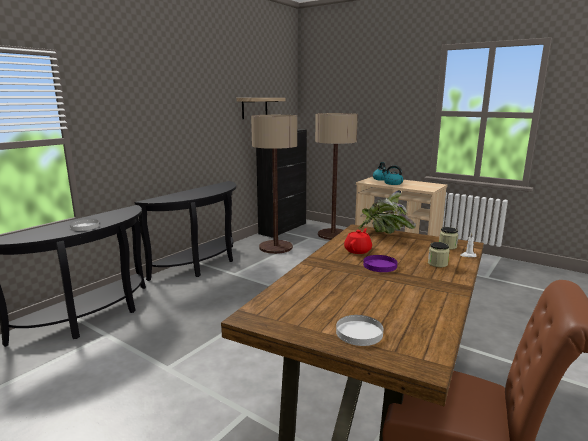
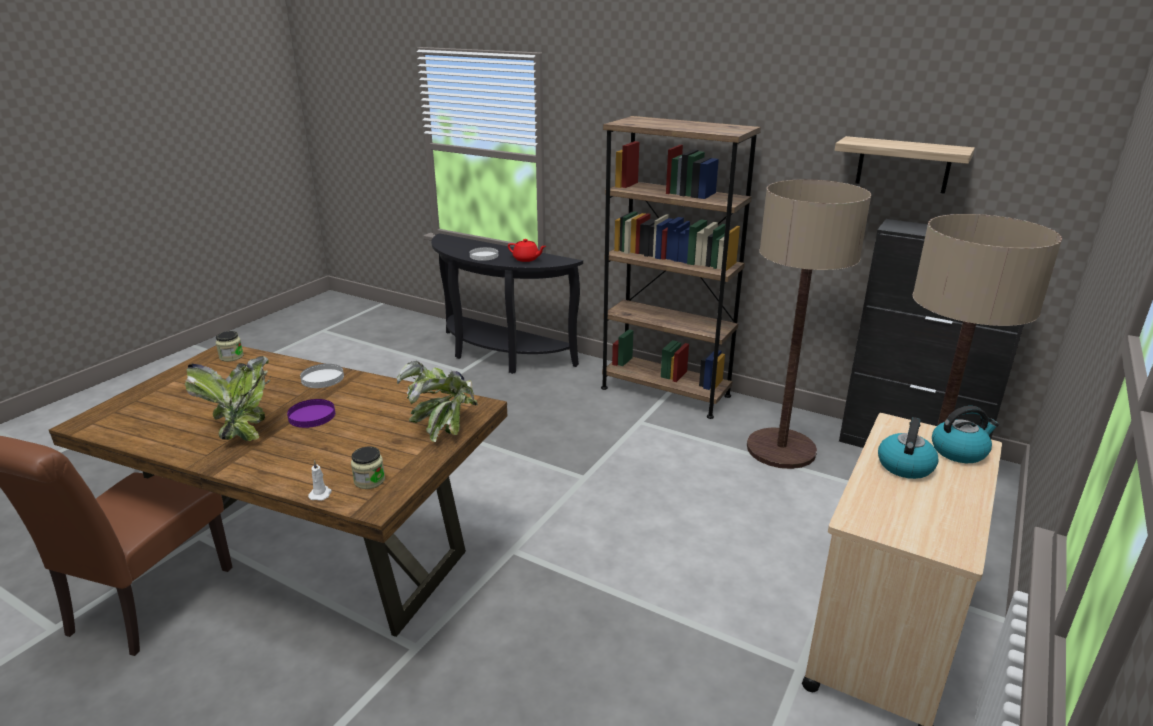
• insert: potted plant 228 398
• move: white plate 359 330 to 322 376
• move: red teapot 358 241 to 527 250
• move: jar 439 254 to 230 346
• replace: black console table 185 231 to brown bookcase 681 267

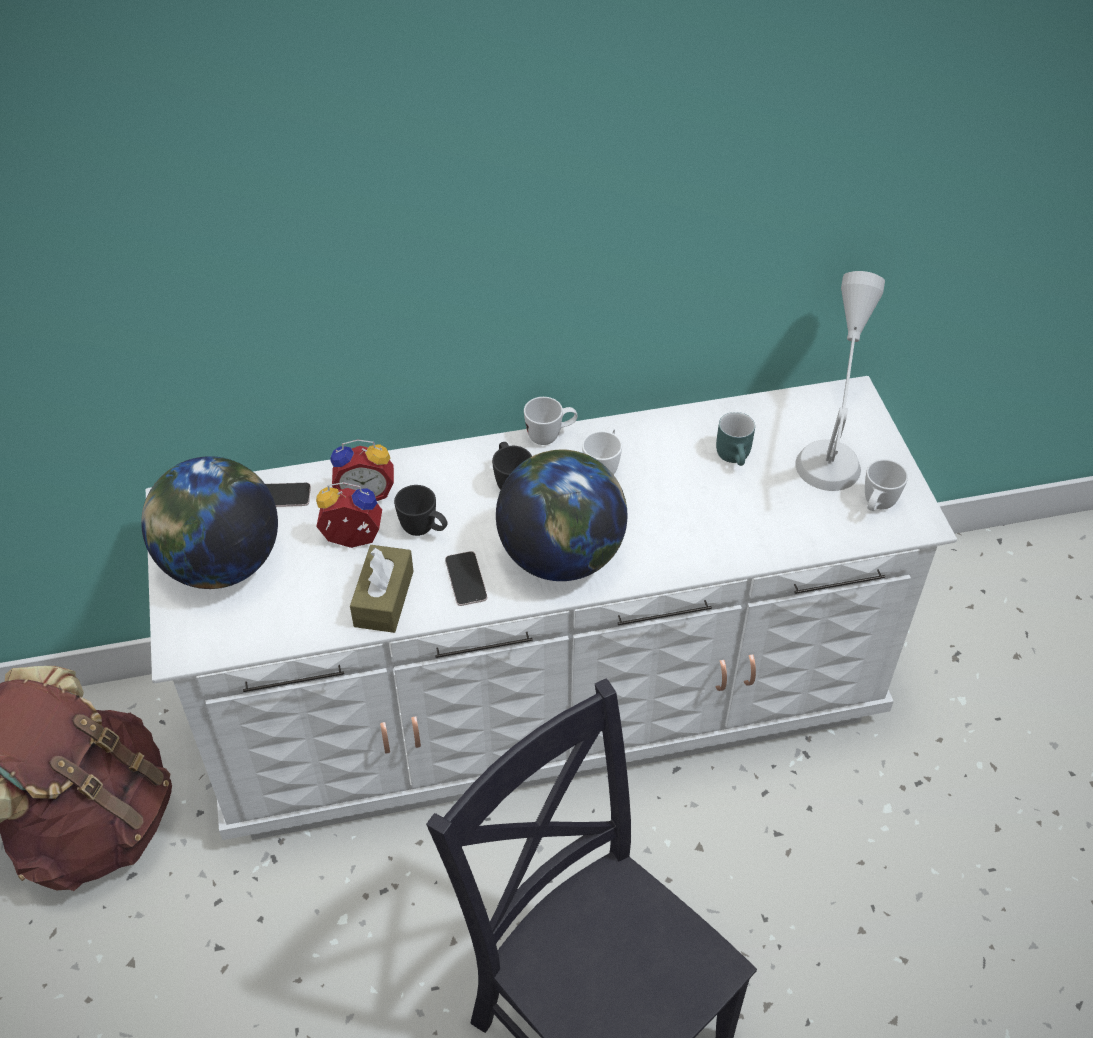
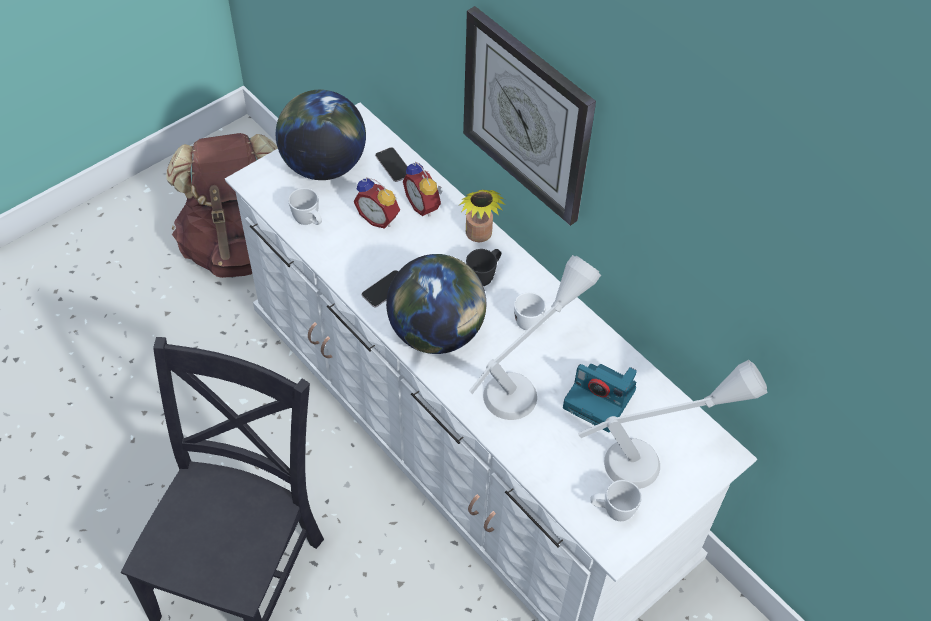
• delete: brown tissue box 382 589
• delete: black mug 420 510
• insert: potted plant 483 216
• insert: wall clock 529 116
• insert: grey table lamp 535 337
• move: white mug 551 421 to 305 206
• replace: turquoise mug 735 439 to photo camera 600 398
• rotate: alarm clock 349 515 = 377 203 150 degrees clockwise

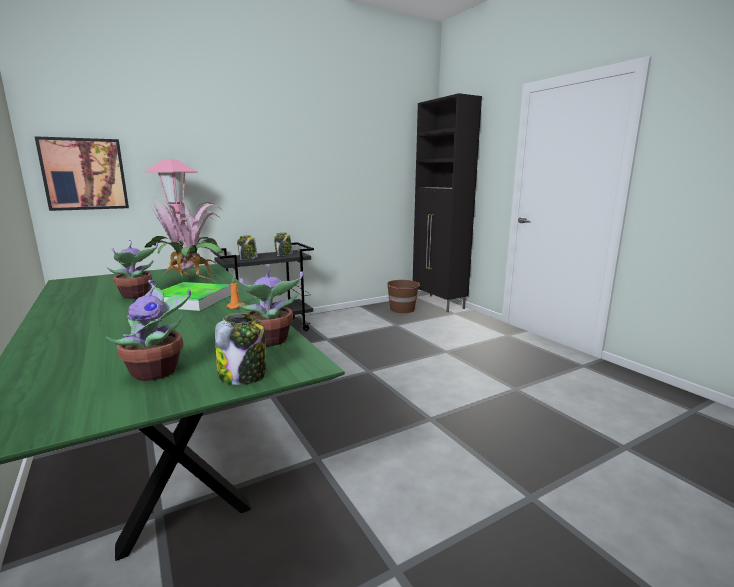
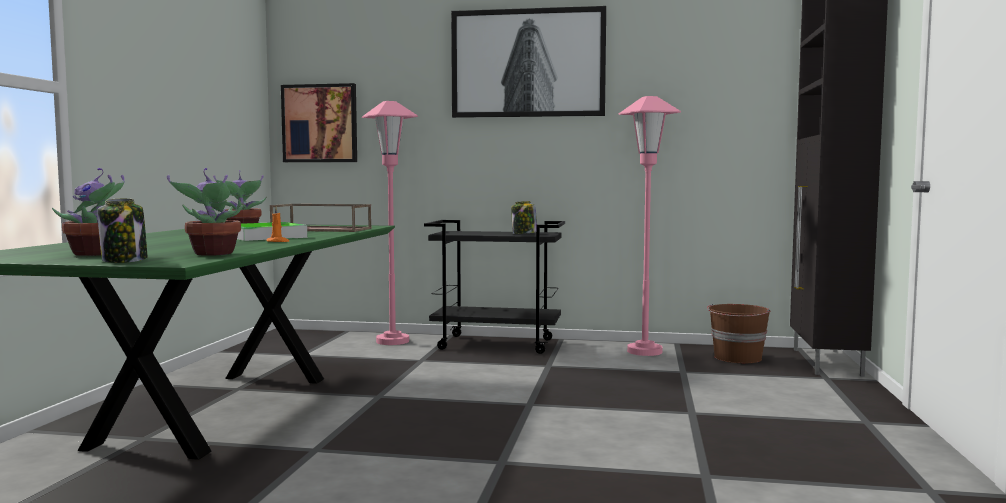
• delete: jar 247 247
• insert: picture 528 62
• insert: pink floor lamp 650 226
• replace: potted plant 183 238 to brown tray 321 218

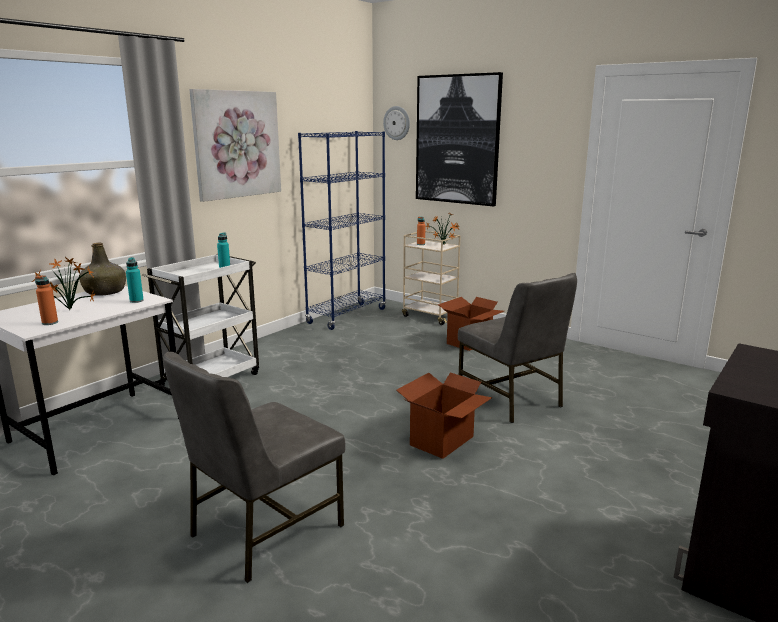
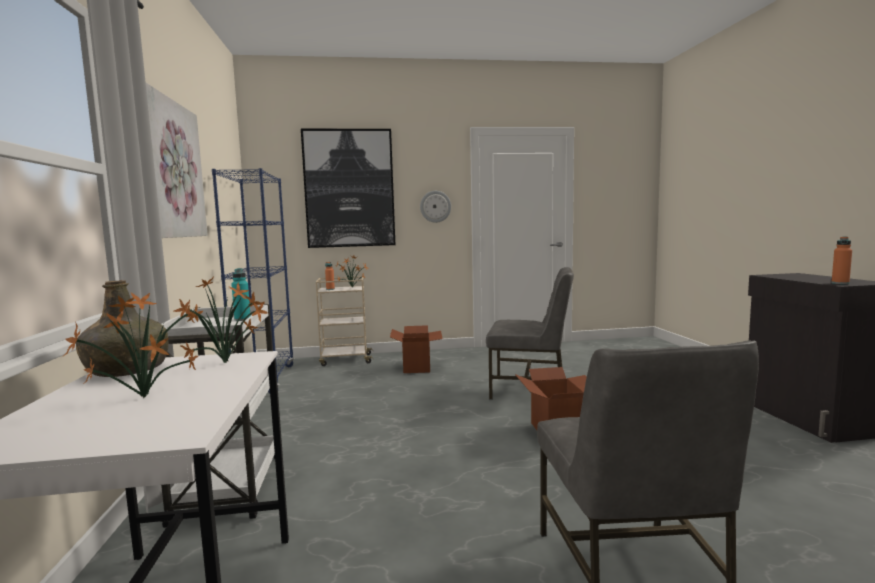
• move: orange bottle 46 300 to 841 260
• move: wall clock 396 123 to 435 207
• replace: turquoise bottle 135 280 to potted plant 221 319

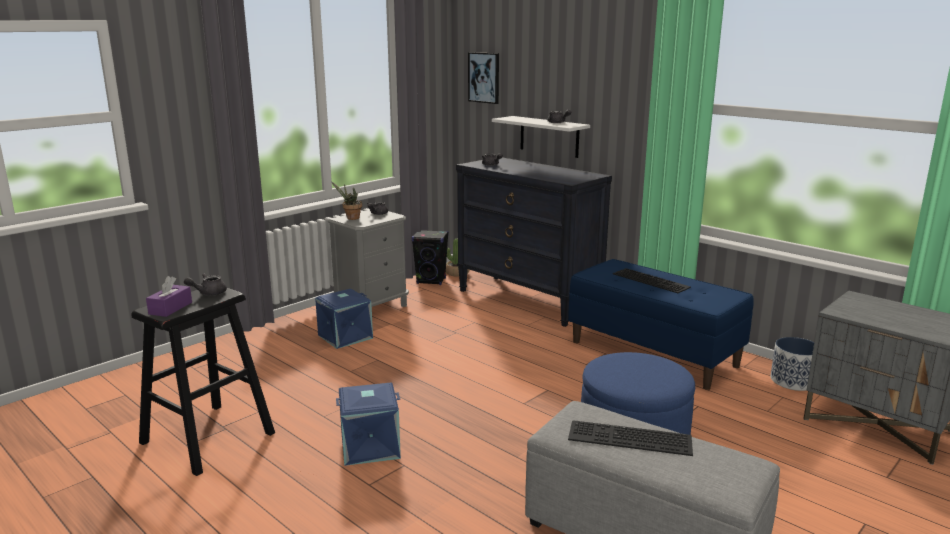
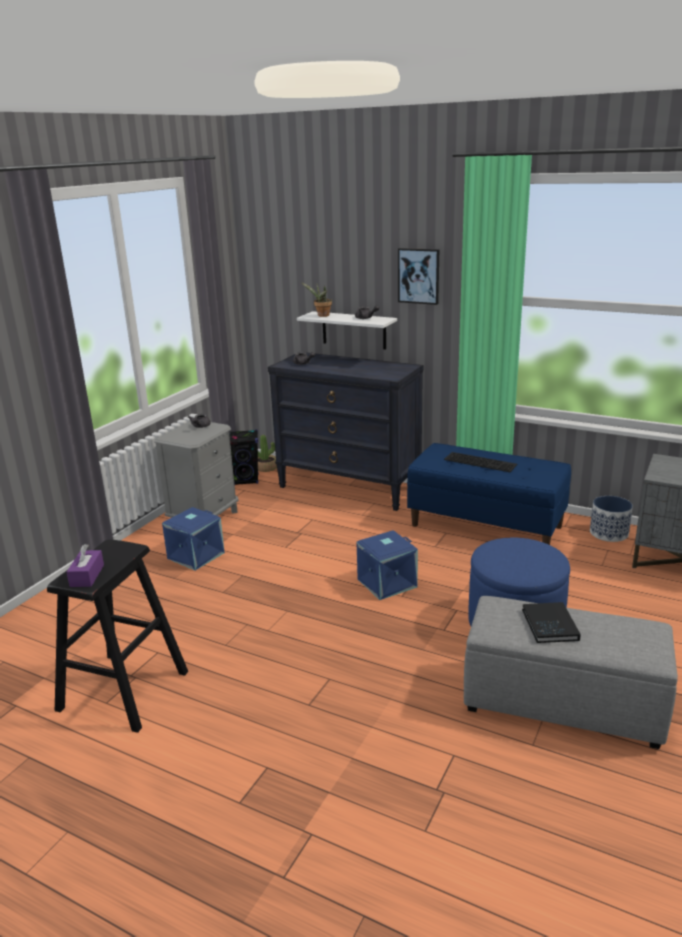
• delete: grey teapot 205 285
• move: potted plant 347 201 to 316 299
• move: blue storage box 368 424 to 387 565
• move: picture 483 78 to 418 276
• replace: keyboard 630 438 to black book 551 622

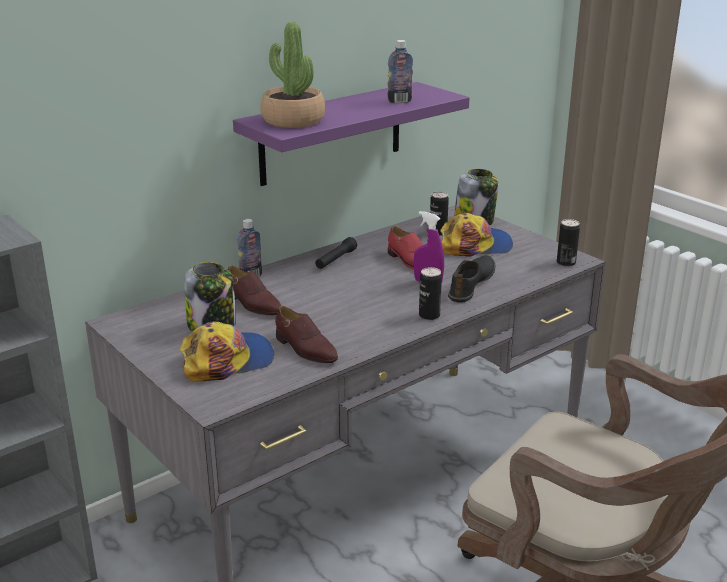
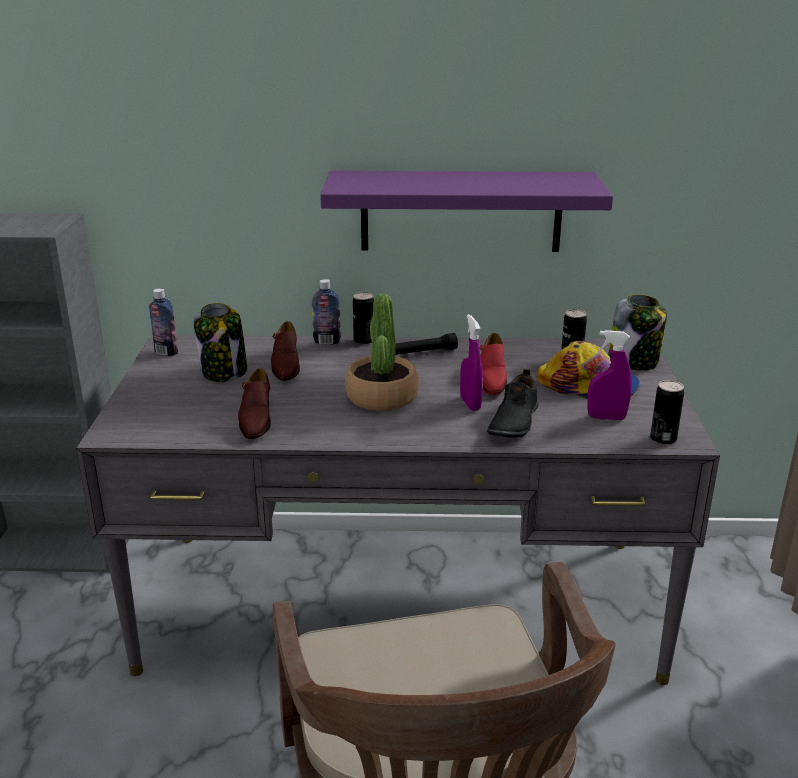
• delete: cap 226 351
• insert: purple spray bottle 609 375
• move: potted plant 292 75 to 382 352
• move: bottle 400 71 to 163 322
• move: can 430 293 to 363 318
• rotate: black shoe 471 279 = 513 403 135 degrees clockwise

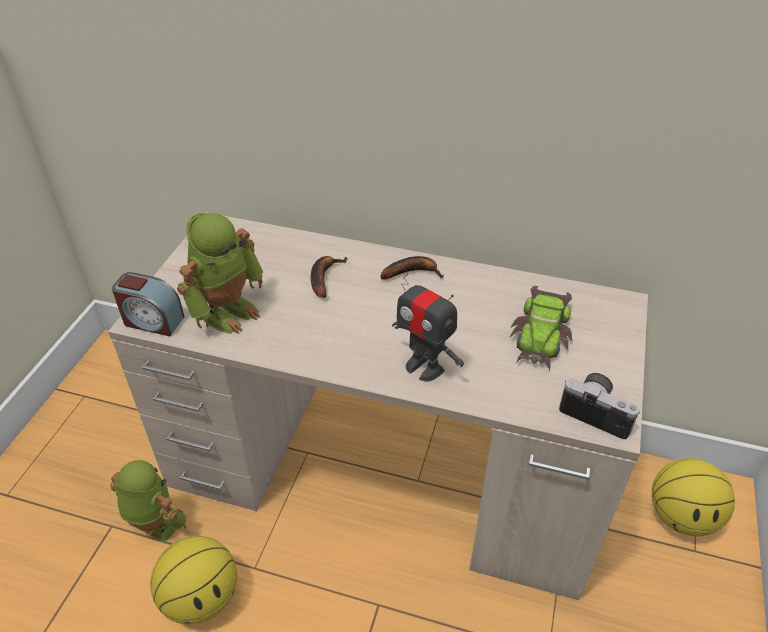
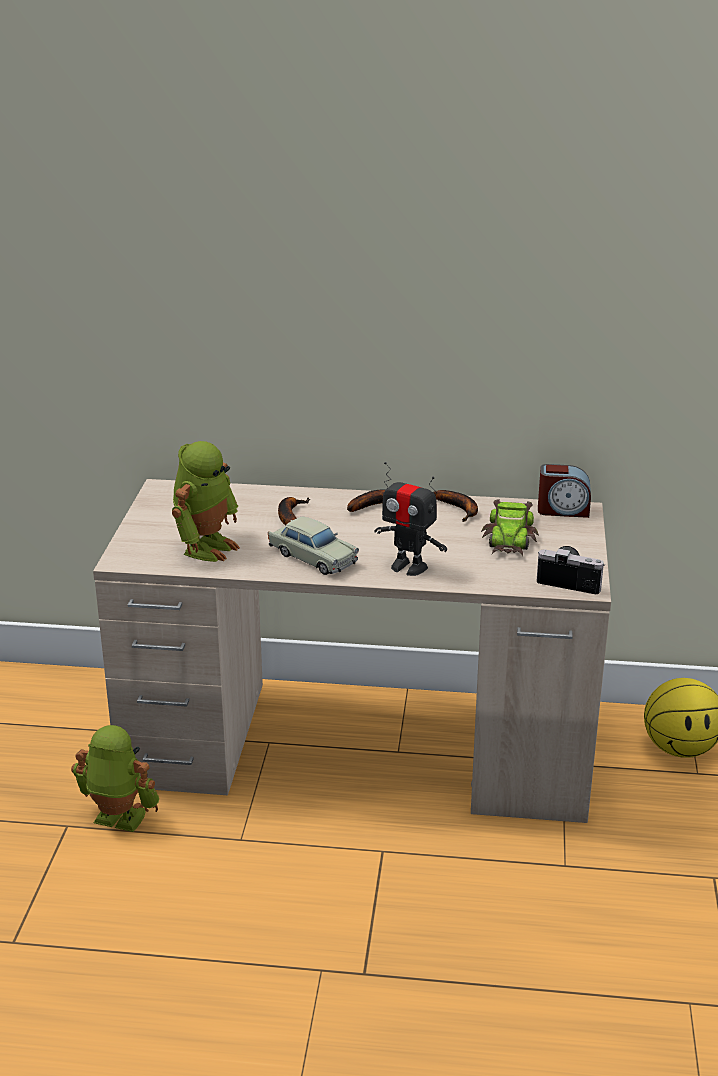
• delete: basketball 193 580
• insert: beige toy car 313 546
• insert: banana 456 506
• move: alarm clock 148 304 to 564 491

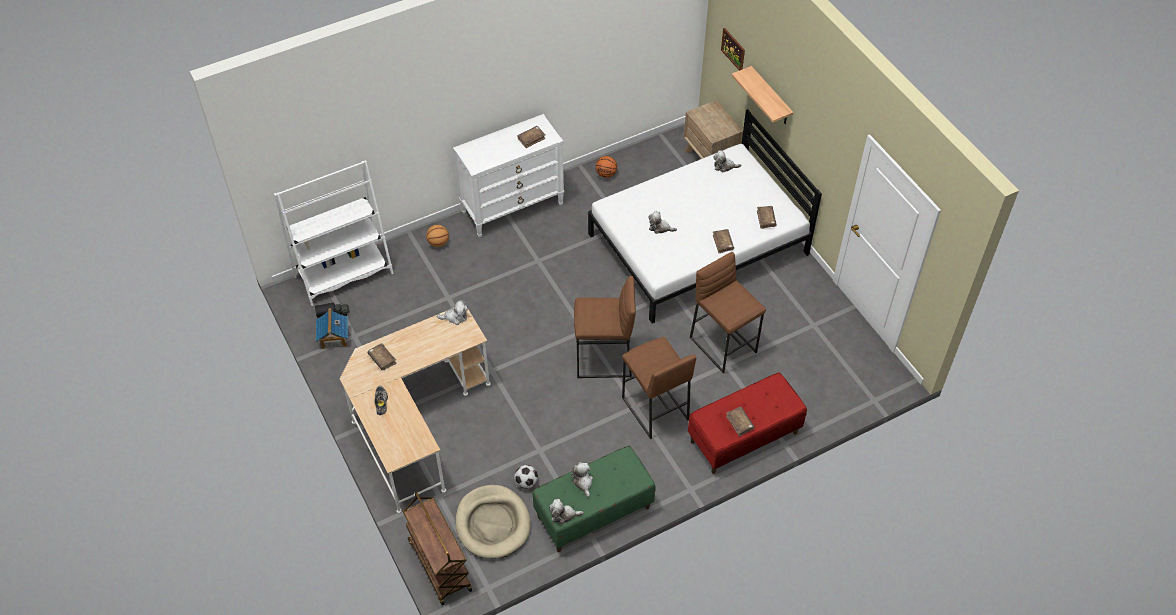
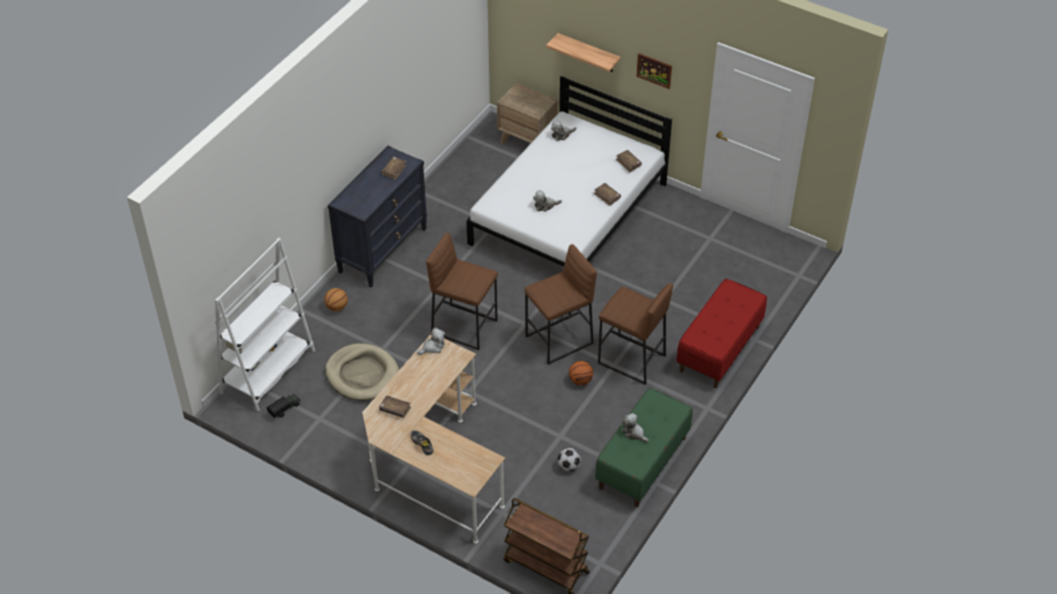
• delete: toy house 332 328
• delete: plush toy 566 511
• delete: brown book 740 422
• move: beige dog bed 493 522 to 362 372
• move: basketball 606 167 to 581 373
• move: brown stool 728 312 to 462 291
• move: picture 733 49 to 654 71
• recolor: white dresser 508 176 to black dresser 377 217

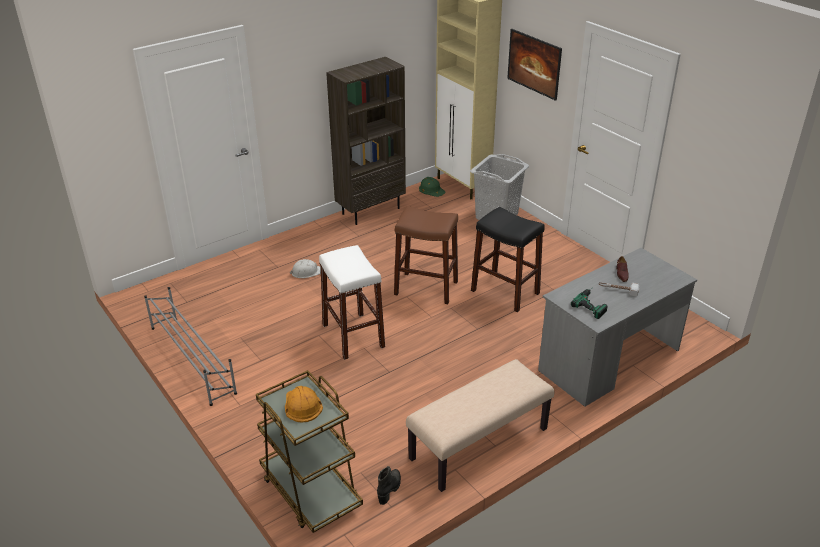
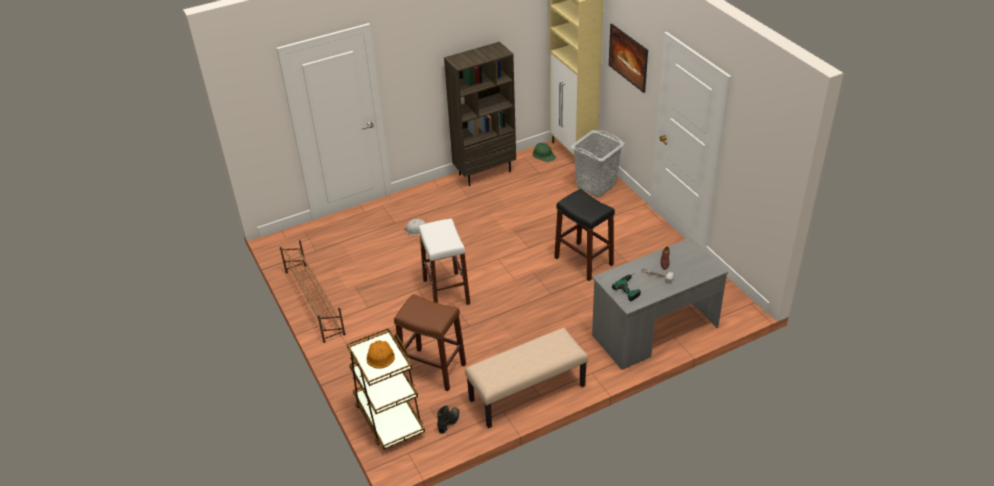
• move: brown stool 426 255 to 430 342
• recolor: grey shoe rack 190 346 to brown shoe rack 312 291

